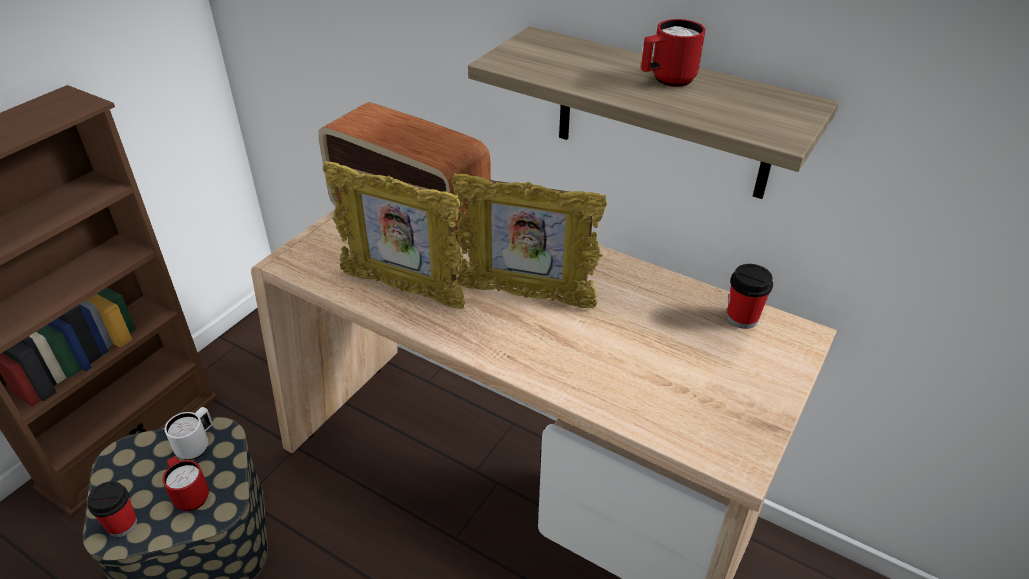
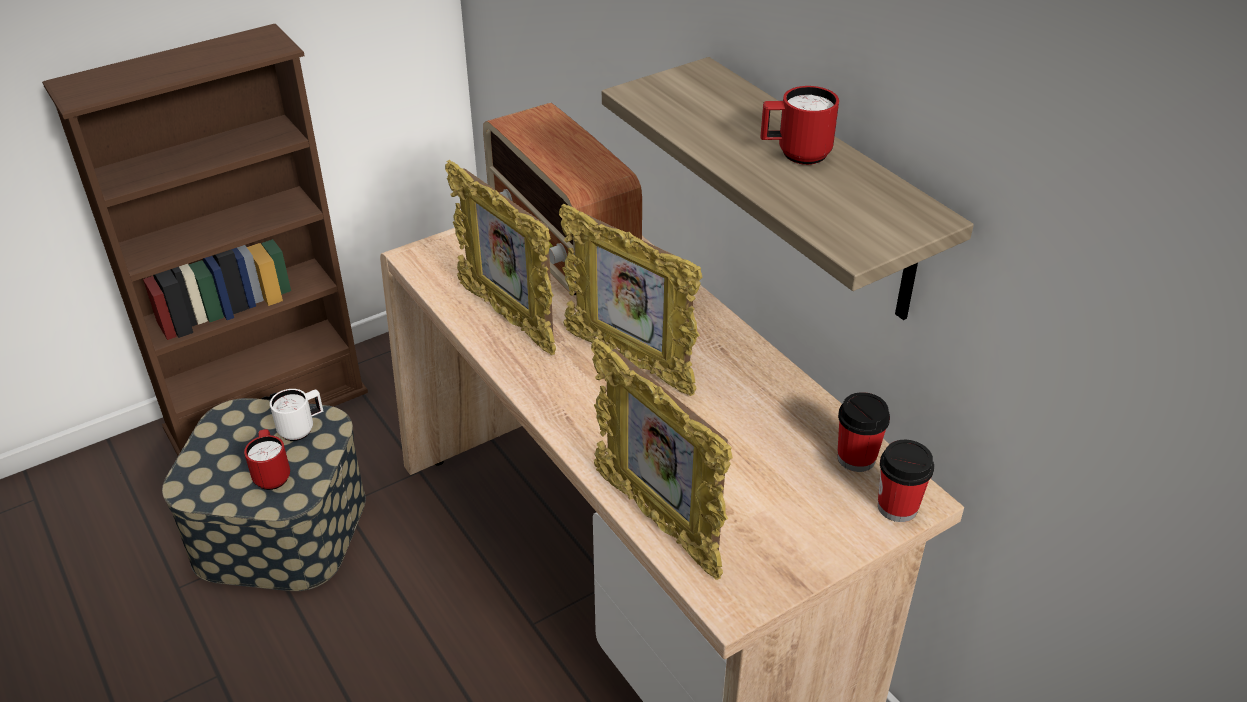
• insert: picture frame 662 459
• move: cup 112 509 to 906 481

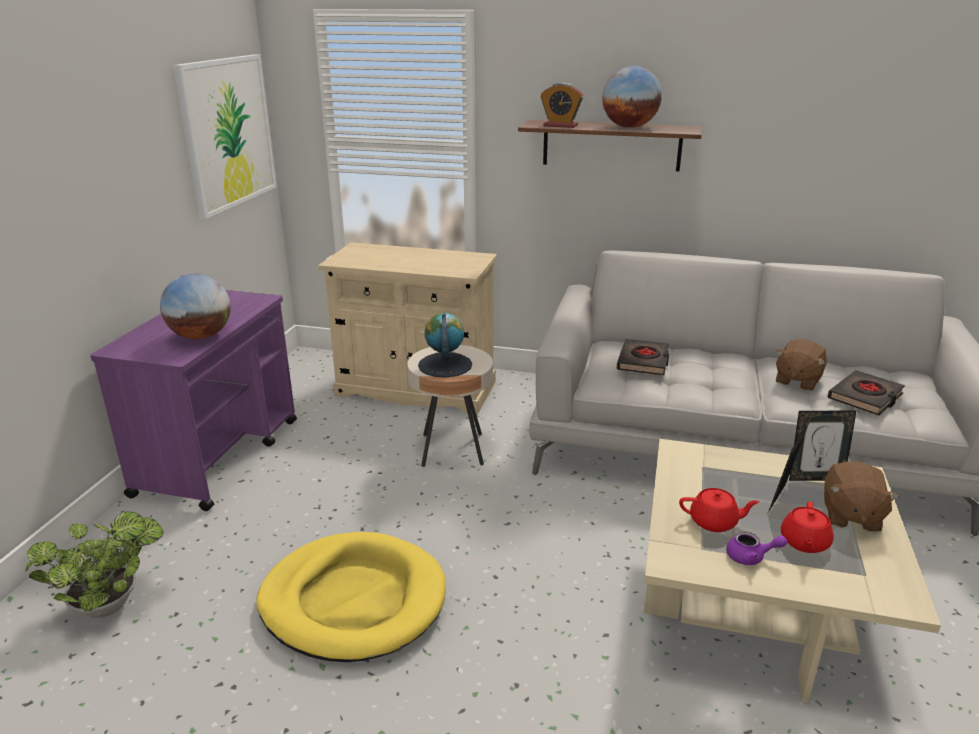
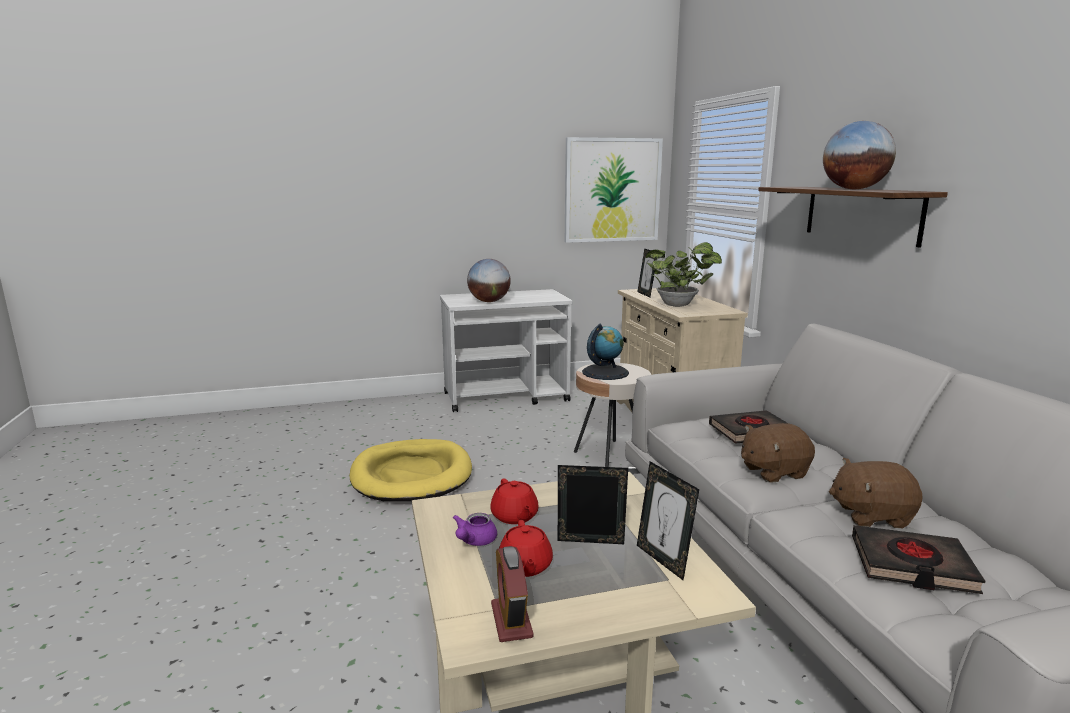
• insert: picture frame 647 273
• move: potted plant 94 564 to 683 274
• move: alarm clock 562 105 to 512 594
• move: brown plush toy 861 496 to 778 453
• recolor: purple cart 193 400 to white cart 506 350
• rotate: purple teapot 756 548 = 475 529 45 degrees clockwise
• rotate: red teapot 807 527 = 526 548 90 degrees counterclockwise

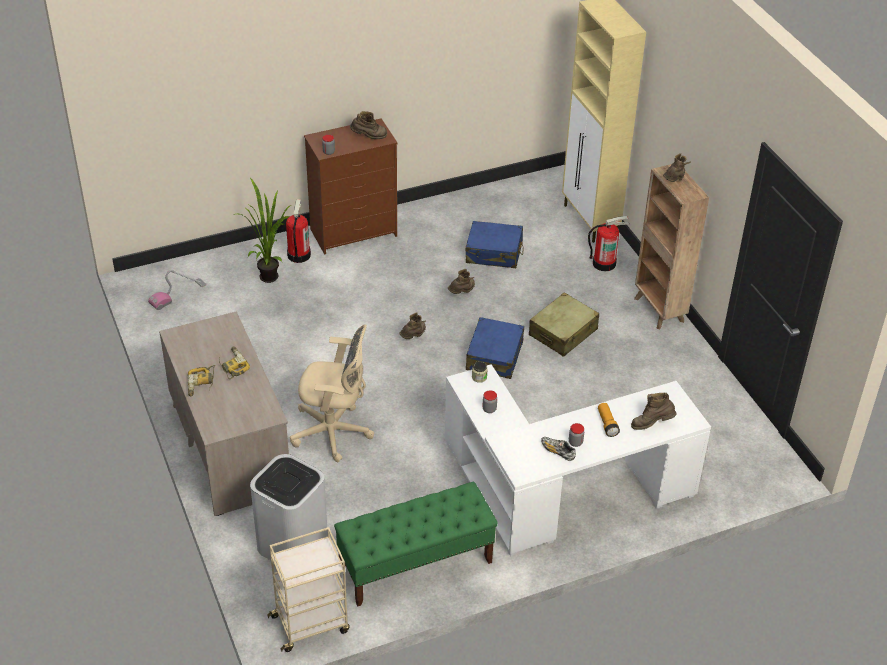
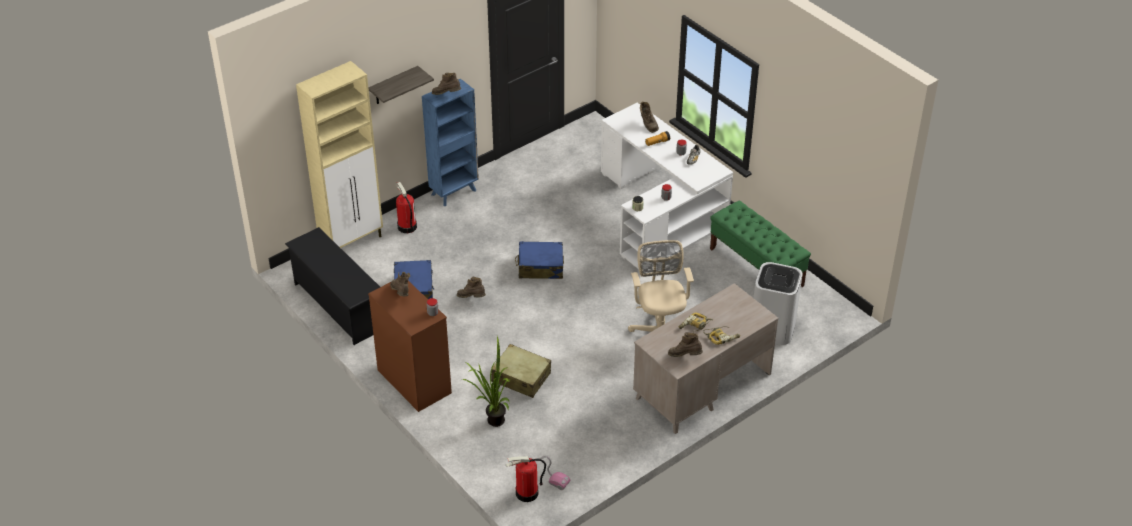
• delete: beige cart 308 589
• insert: black shoe rack 332 286
• insert: shelf 401 85
• move: fire extinguisher 298 231 to 526 479
• move: brown boot 412 325 to 685 344
• move: beige suitcase 564 324 to 521 371
• recolor: brown bookcase 671 247 to blue bookcase 450 142

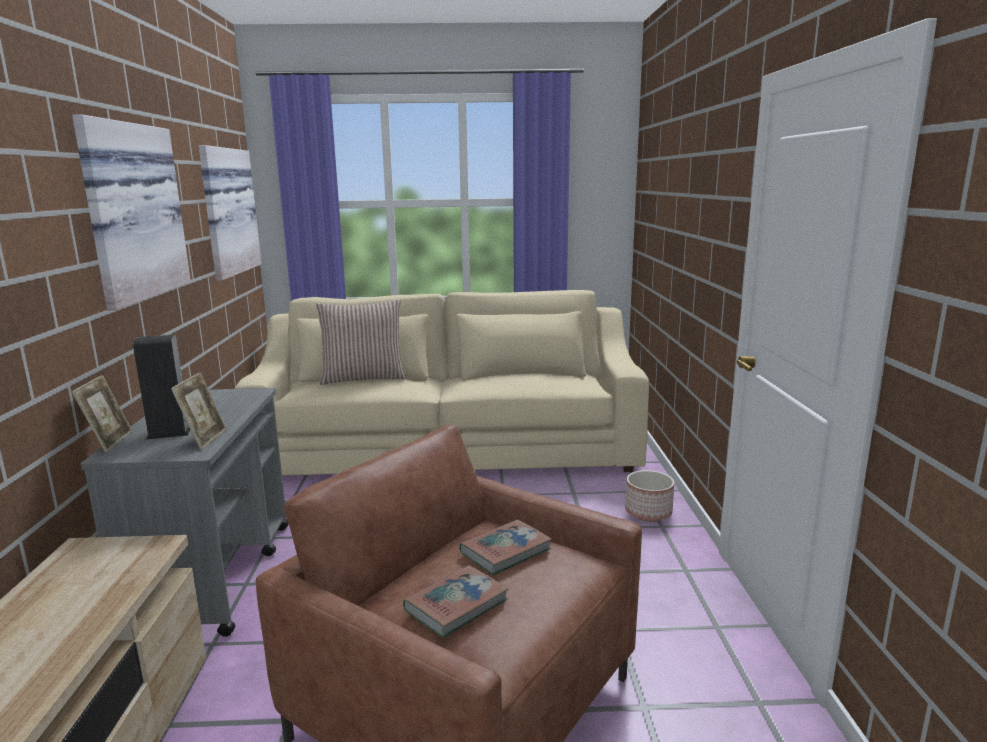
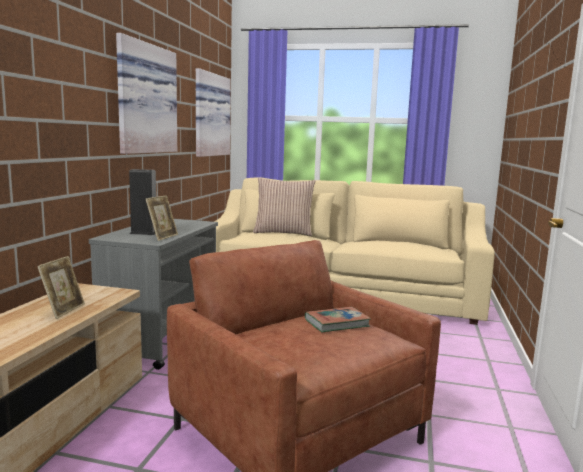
• delete: book 456 601
• delete: planter 649 495
• move: picture frame 102 413 to 61 287

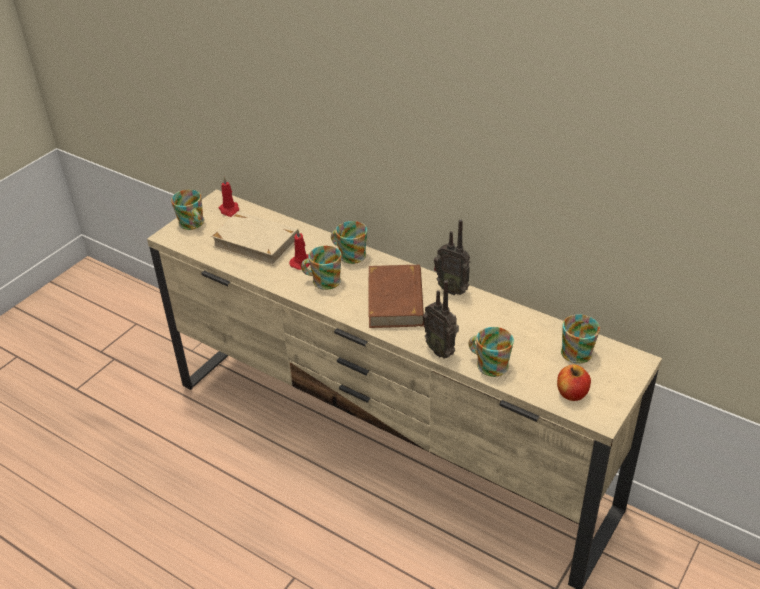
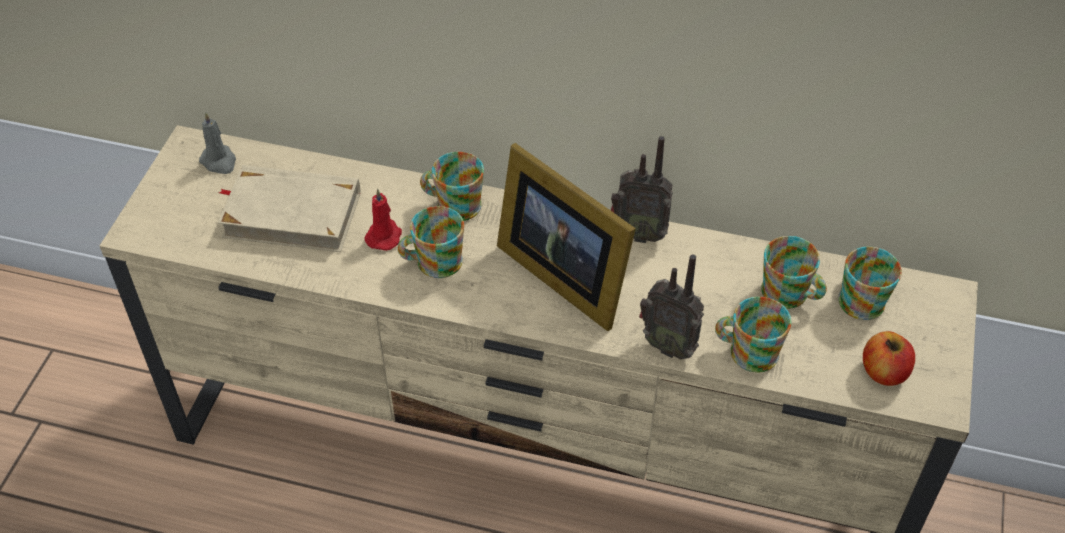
• move: mug 187 209 to 794 272
• replace: brown book 396 296 to picture frame 566 237
• recolor: red candle 228 197 to grey candle 217 143

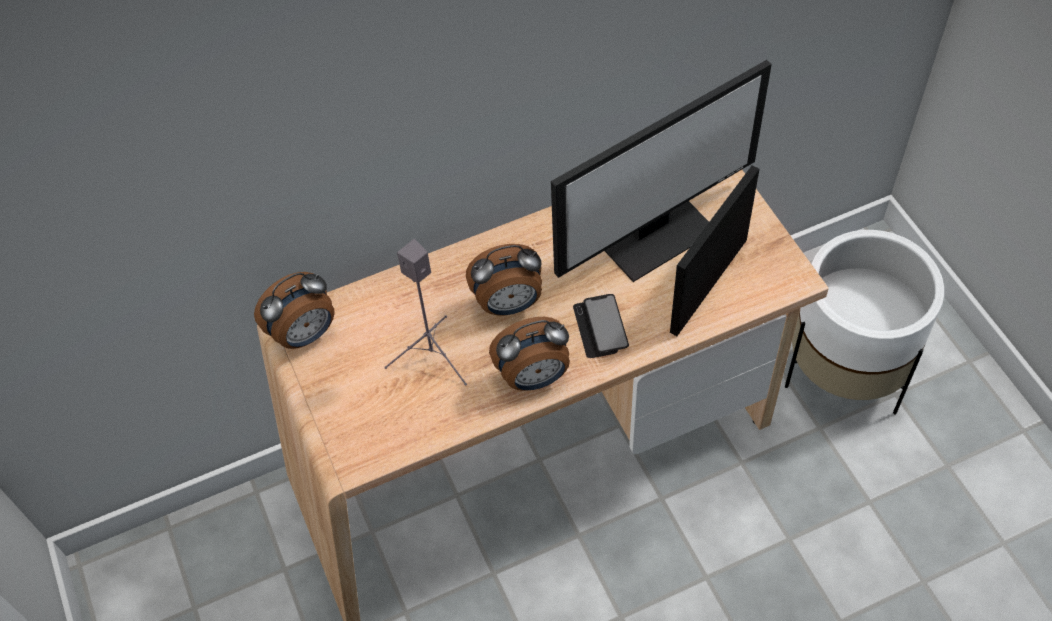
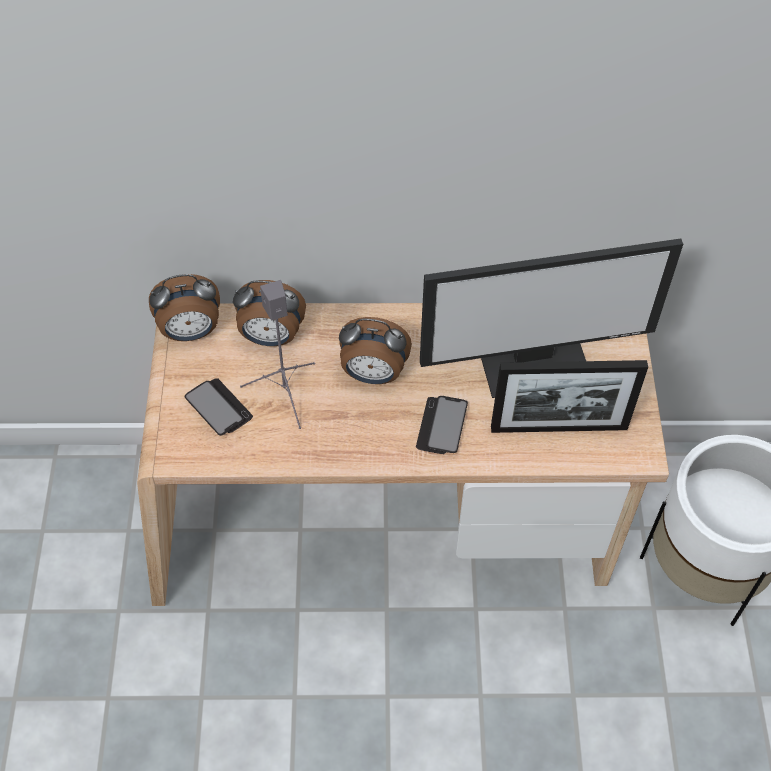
• insert: phone 218 407
• move: alarm clock 529 354 to 269 313
• rotate: picture frame 714 250 = 569 396 150 degrees counterclockwise

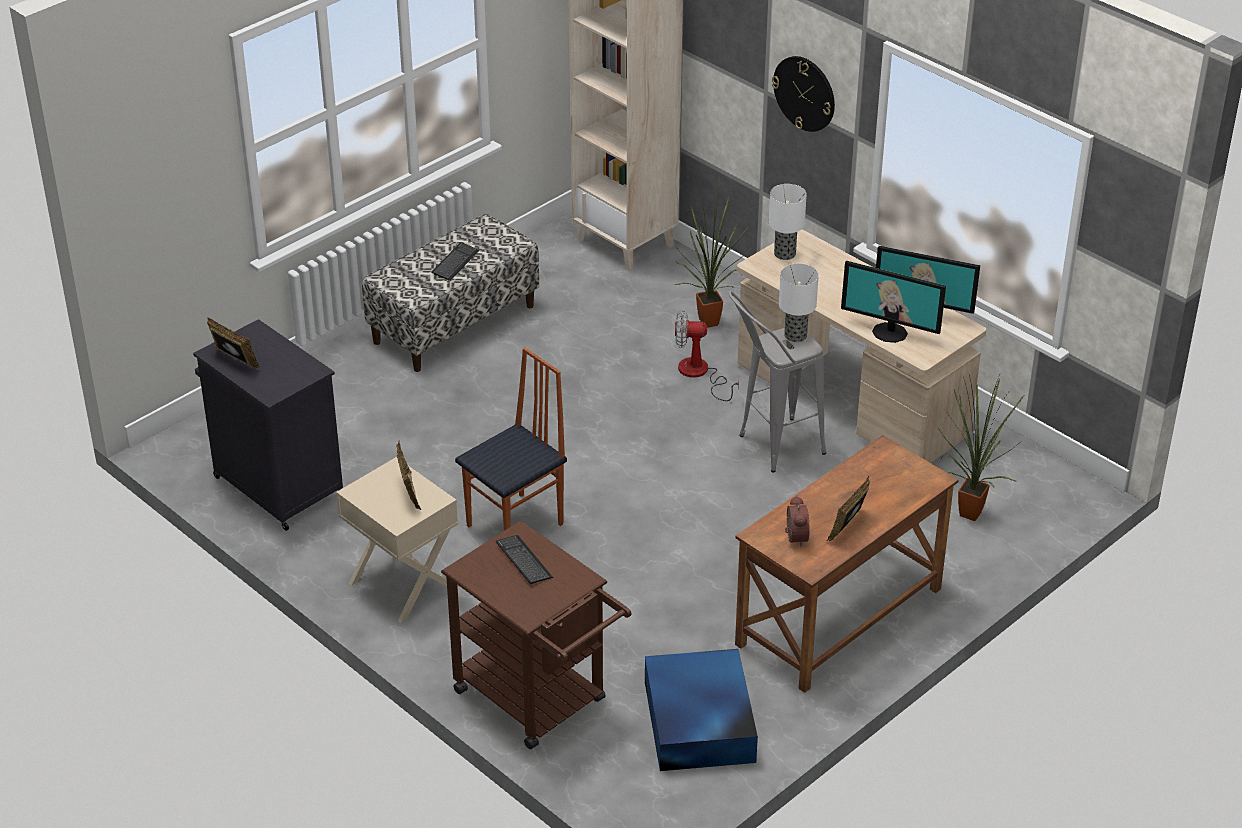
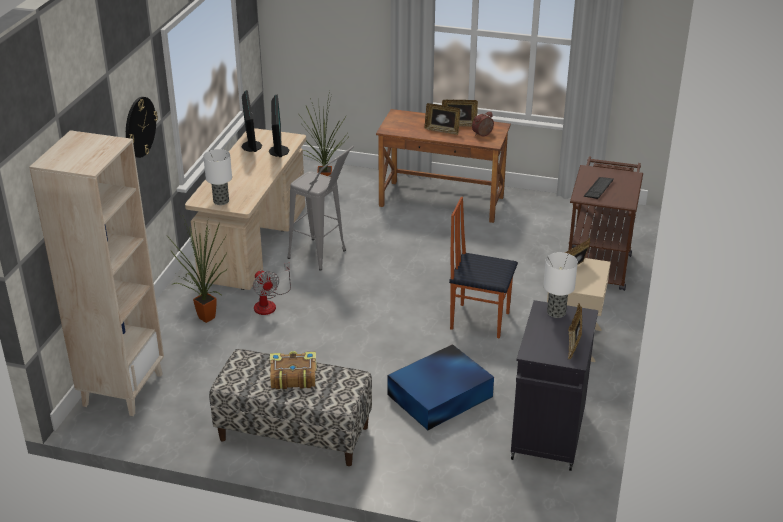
• insert: picture frame 442 119
• move: blue storage box 701 710 to 441 387
• move: table lamp 799 302 to 560 285
• replace: keyboard 455 261 to book 293 370

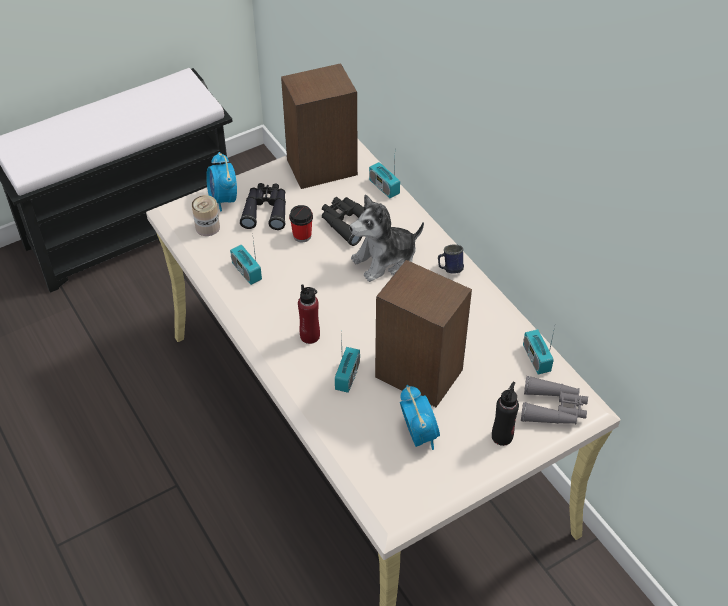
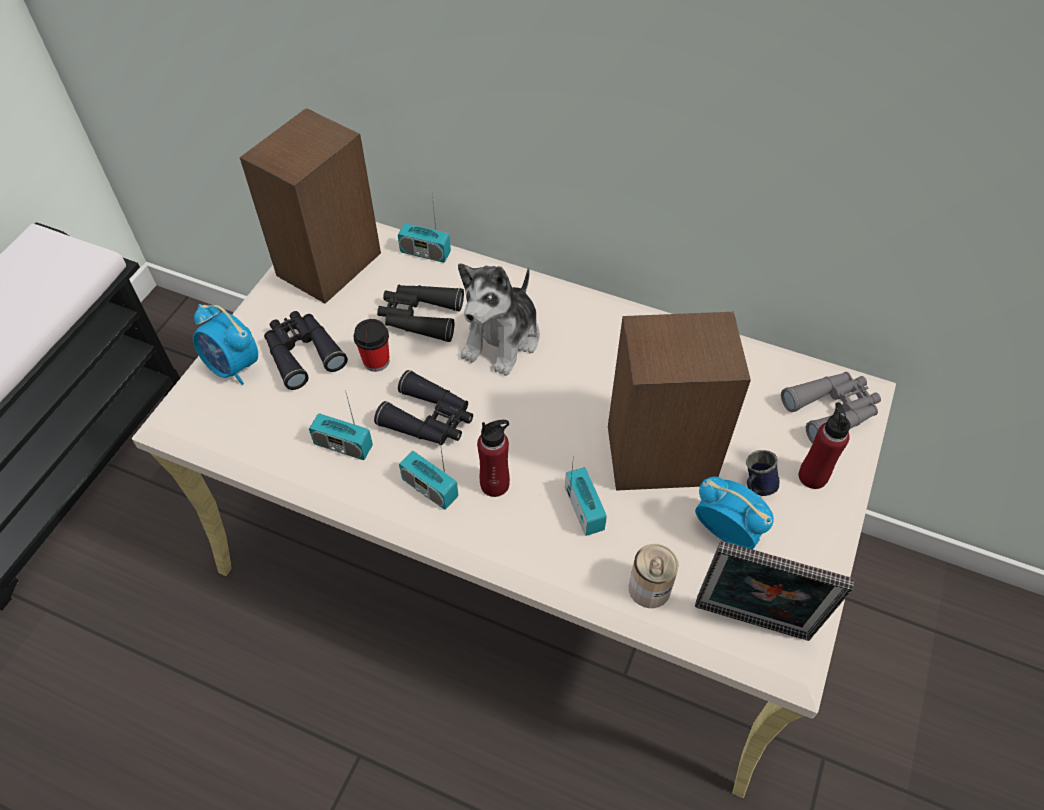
• insert: black binoculars 423 407
• insert: picture frame 774 591
• move: can 206 215 to 654 576
• move: blue mug 451 259 to 763 473
• move: radio 539 351 to 428 476
• recolor: black bottle 505 413 to red bottle 825 445

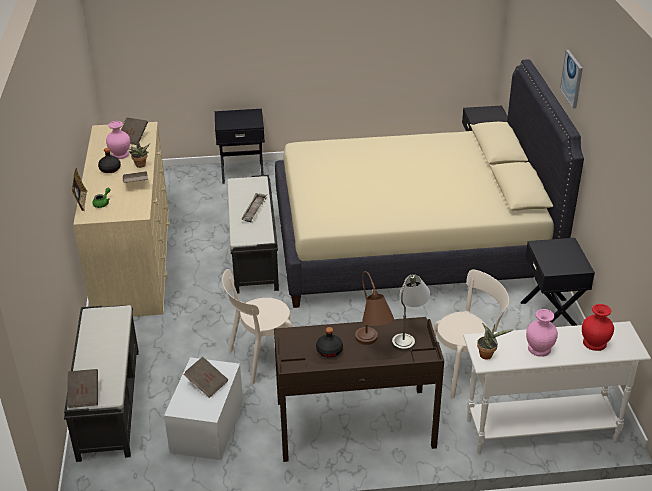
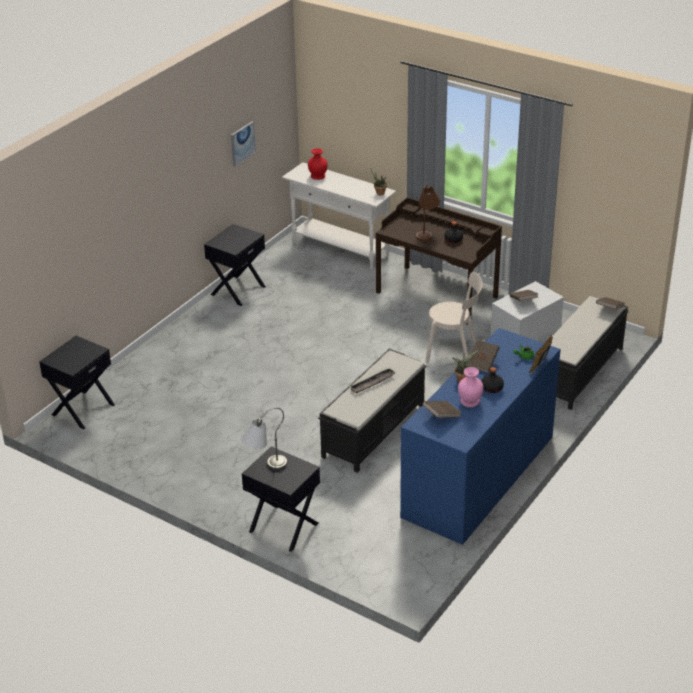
• delete: beige bed 429 183
• delete: beige chair 471 334
• delete: pink vase 542 333
• move: grey table lamp 411 313 to 264 439
• move: picture 571 79 to 243 144
• recolor: beige dresser 121 219 to blue dresser 480 436

